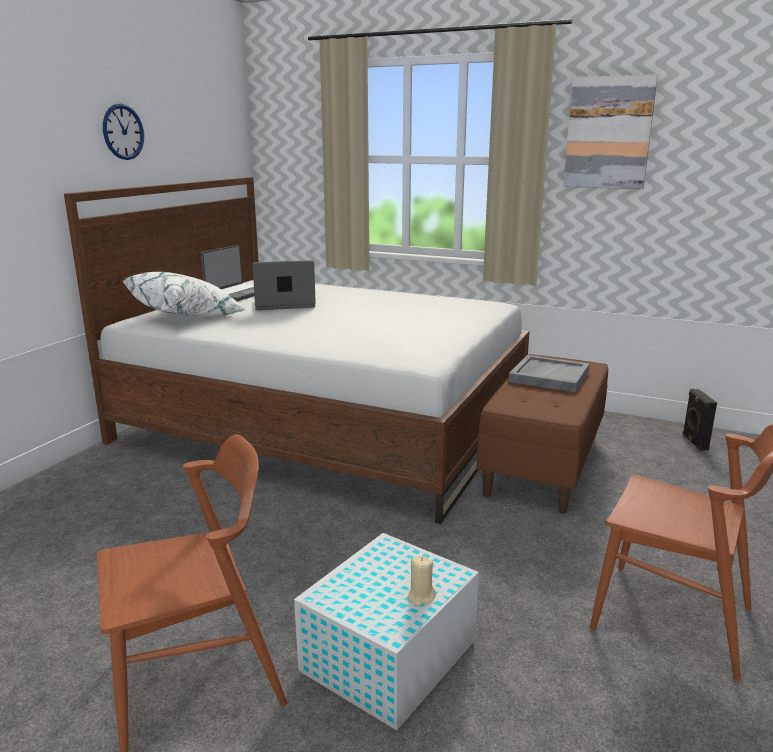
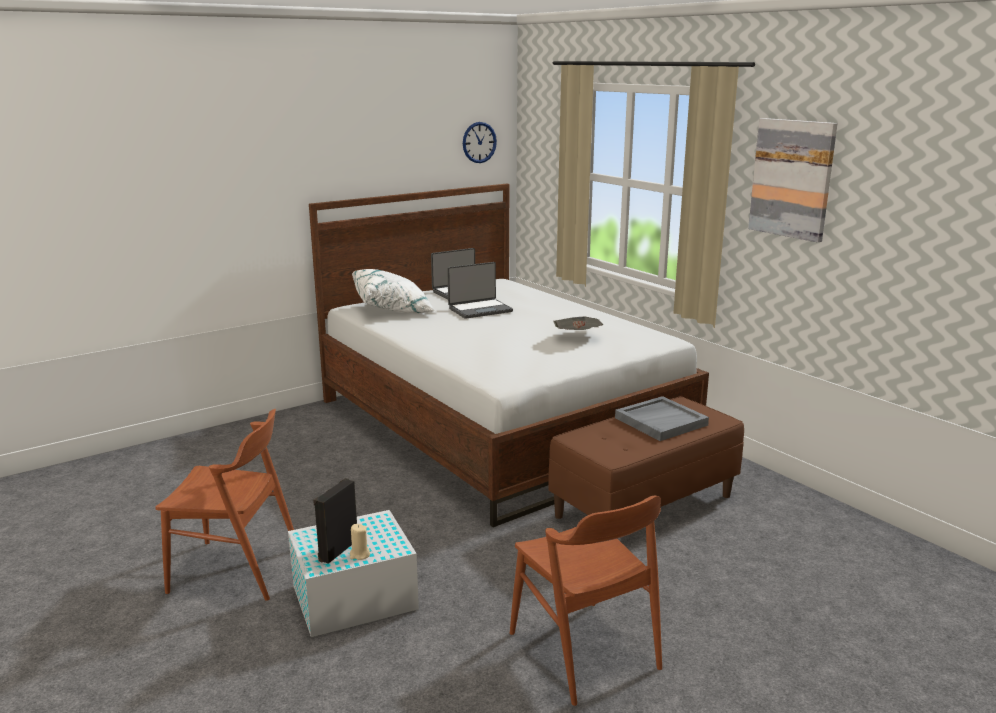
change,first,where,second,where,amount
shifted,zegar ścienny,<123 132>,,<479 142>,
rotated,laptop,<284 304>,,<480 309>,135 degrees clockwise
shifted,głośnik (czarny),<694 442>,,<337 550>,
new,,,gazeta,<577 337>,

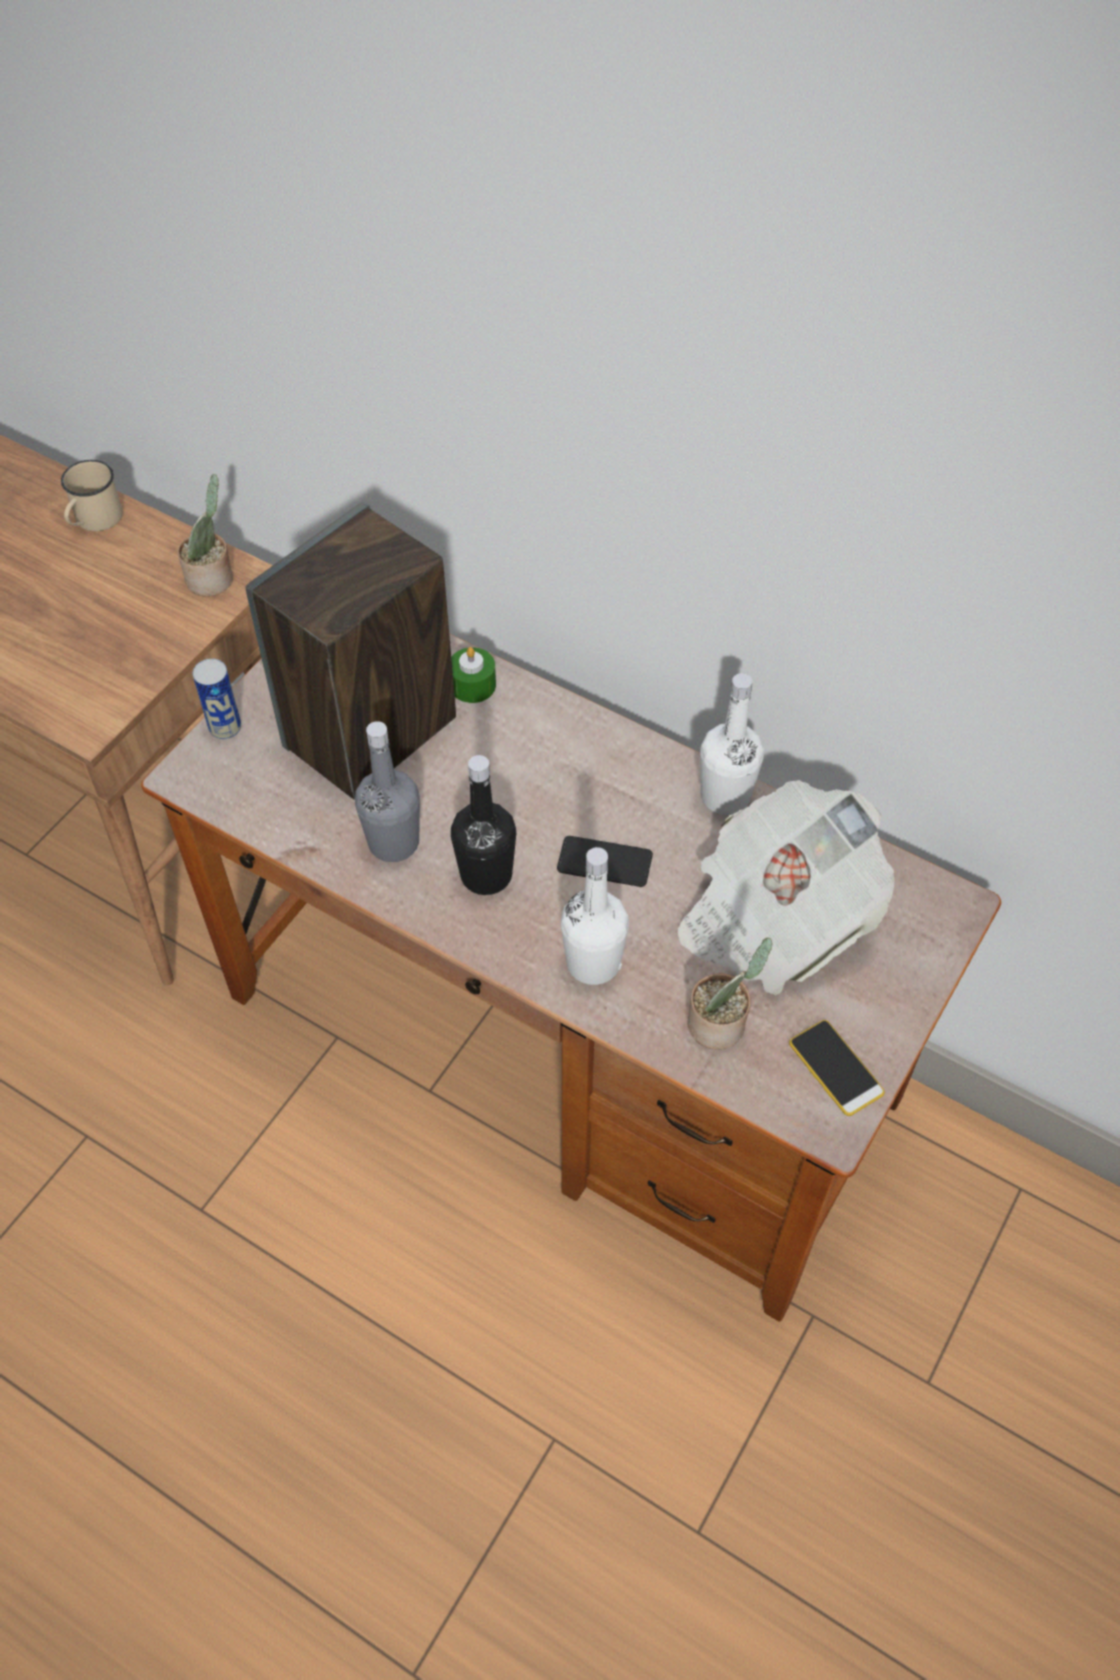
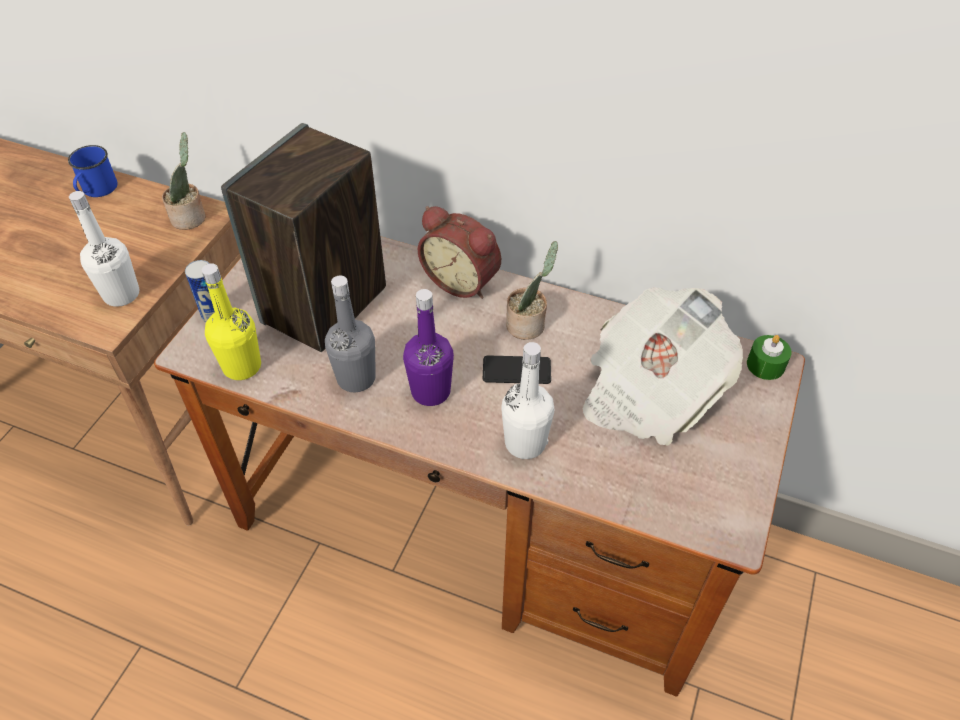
change,first,where,second,where,amount
repainted,kubek (beżowy),<94 521>,kubek (niebieski),<97 190>,
shifted,świeca (zielony),<473 685>,,<765 365>,
repainted,butelka (czarny),<486 875>,butelka (fioletowy),<430 391>,
shifted,roślina doniczkowa,<721 1024>,,<528 325>,
shifted,butelka (biały),<725 796>,,<121 294>,
gone,telefon,<835 1068>,,,
new,,,butelka (żółty),<242 366>,
new,,,budzik,<462 280>,

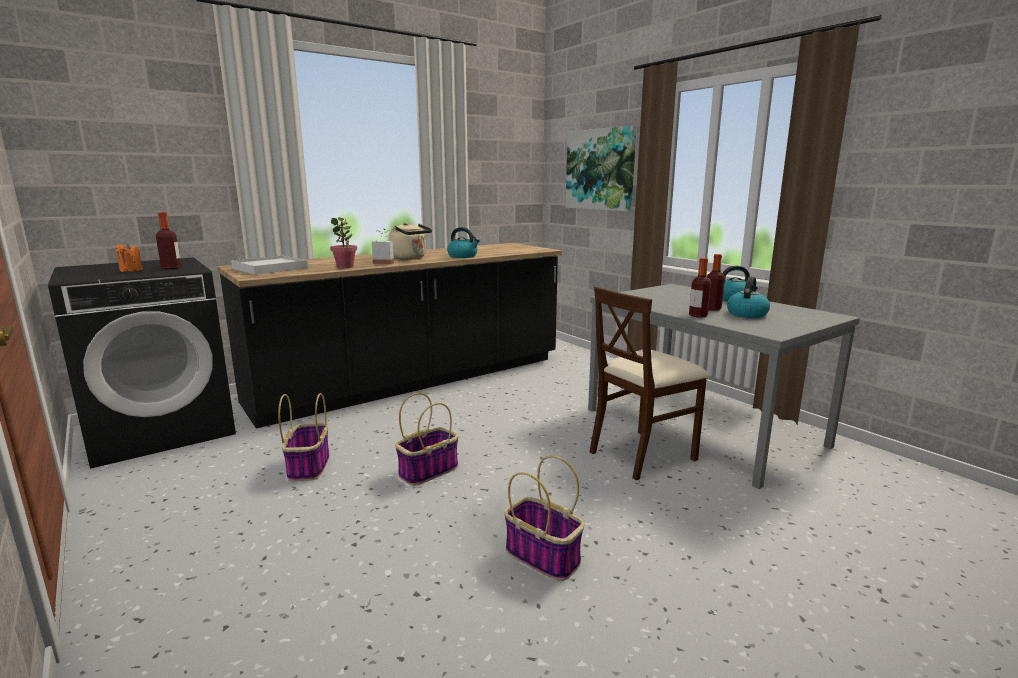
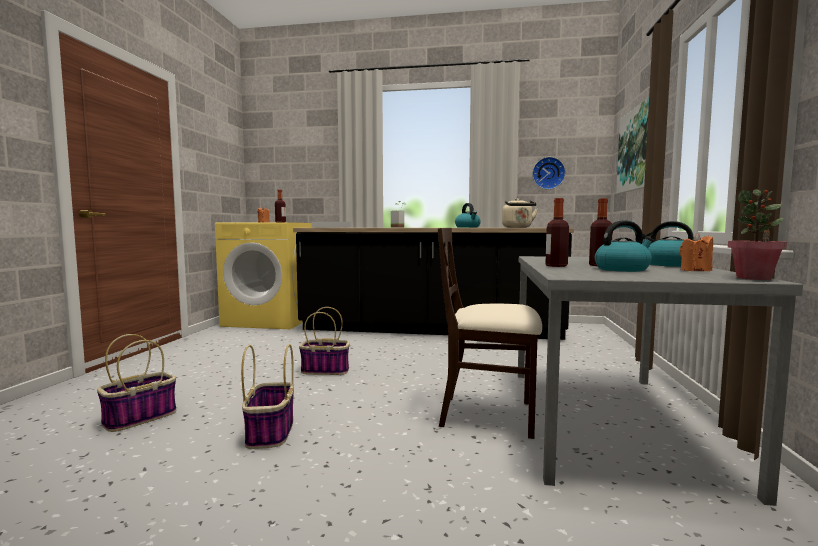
change,first,where,second,where,amount
repainted,pralka (czarny),<163 429>,pralka (żółty),<271 320>,
shifted,koszyk,<309 466>,,<140 417>,
shifted,roślina doniczkowa,<345 267>,,<754 278>,
shifted,czajnik (beżowy),<410 258>,,<518 227>,
new,,,zegar ścienny,<548 173>,
new,,,świeca (pomarańczowy),<695 270>,

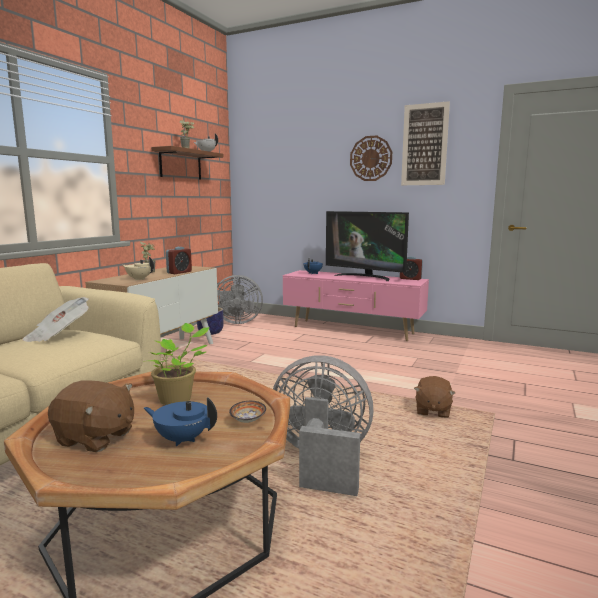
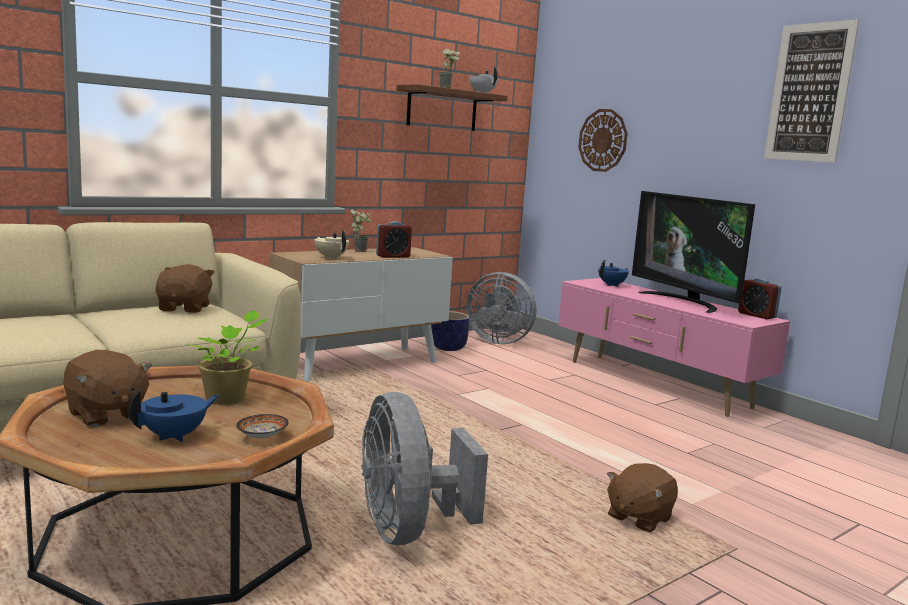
change,first,where,second,where,amount
swapped,gazeta,<58 336>,pluszak (brązowy),<185 308>,
rotated,imbryk (niebieski),<182 439>,,<175 436>,90 degrees clockwise
rotated,wentylator (szary),<321 460>,,<408 530>,150 degrees counterclockwise
shifted,zegar ścienny,<371 158>,,<603 140>,

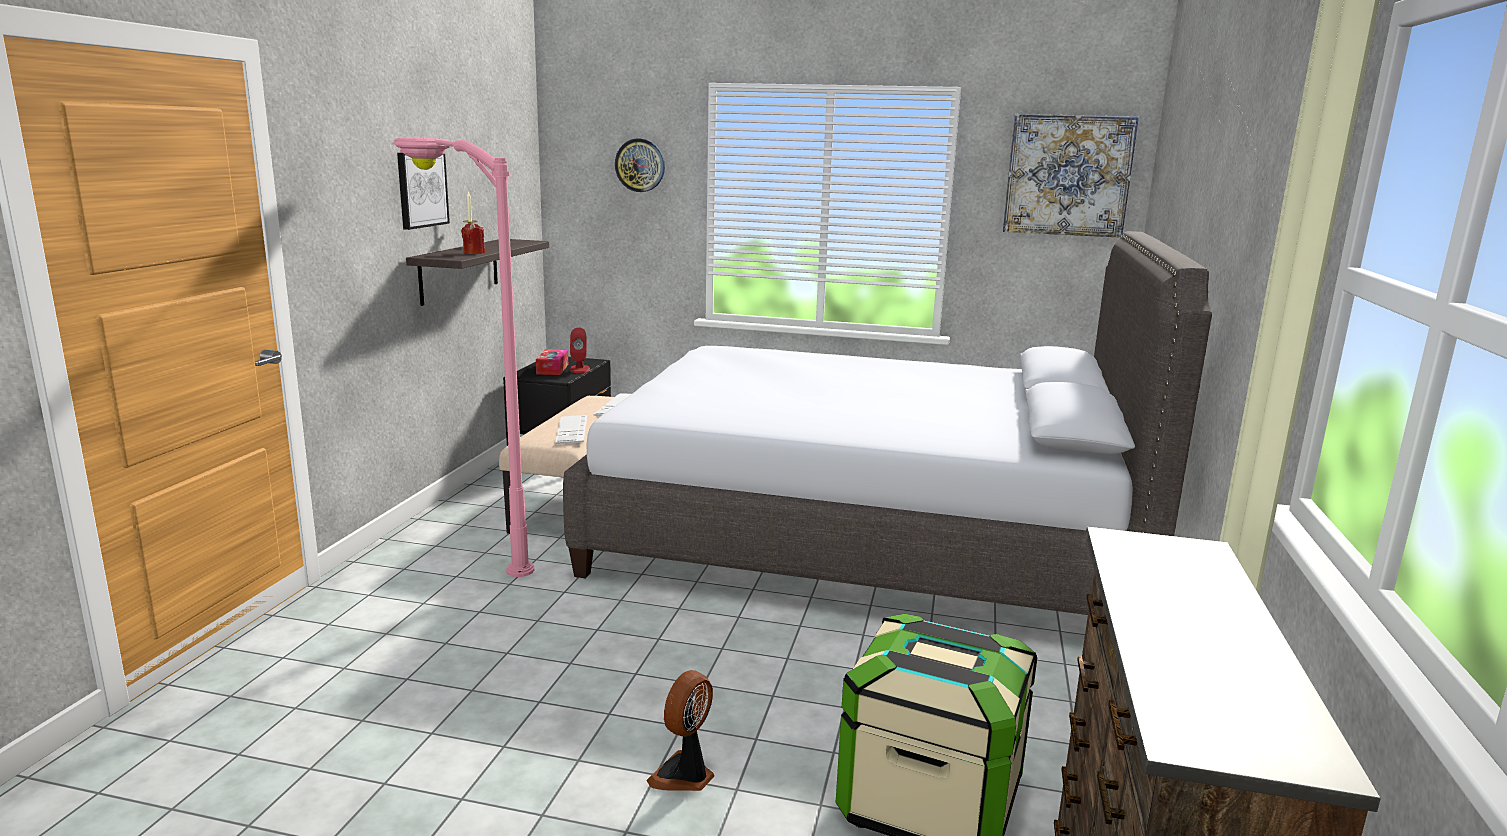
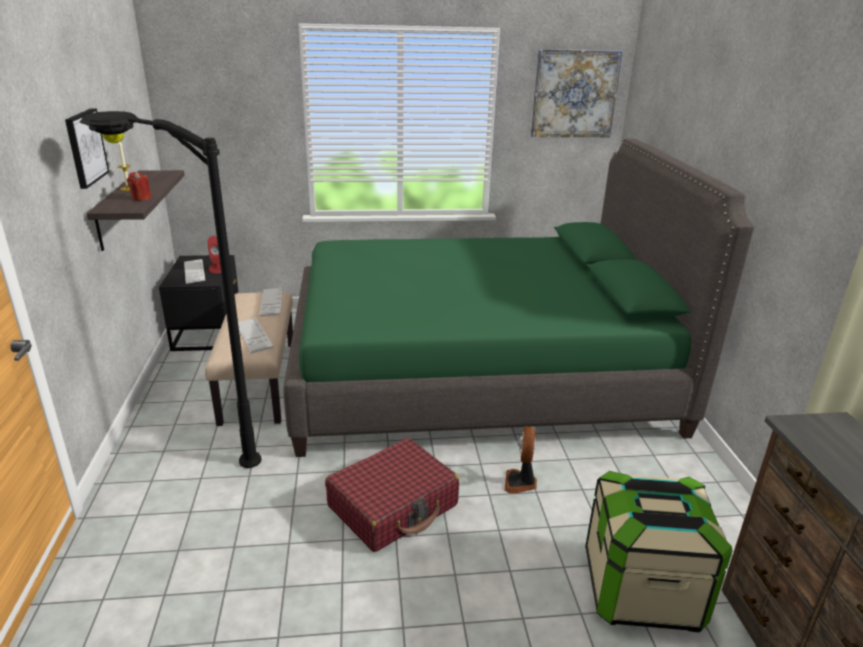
change,first,where,second,where,amount
repainted,lampa stojąca (różowy),<469 546>,lampa stojąca (czarny),<193 445>,
swapped,pudełko chusteczek,<552 369>,klawiatura,<194 272>,
repainted,łóżko (szary),<866 535>,łóżko (zielony),<477 373>,
gone,zegar ścienny,<640 165>,,,
shifted,wentylator,<684 775>,,<521 482>,
new,,,walizka (czerwony),<393 506>,

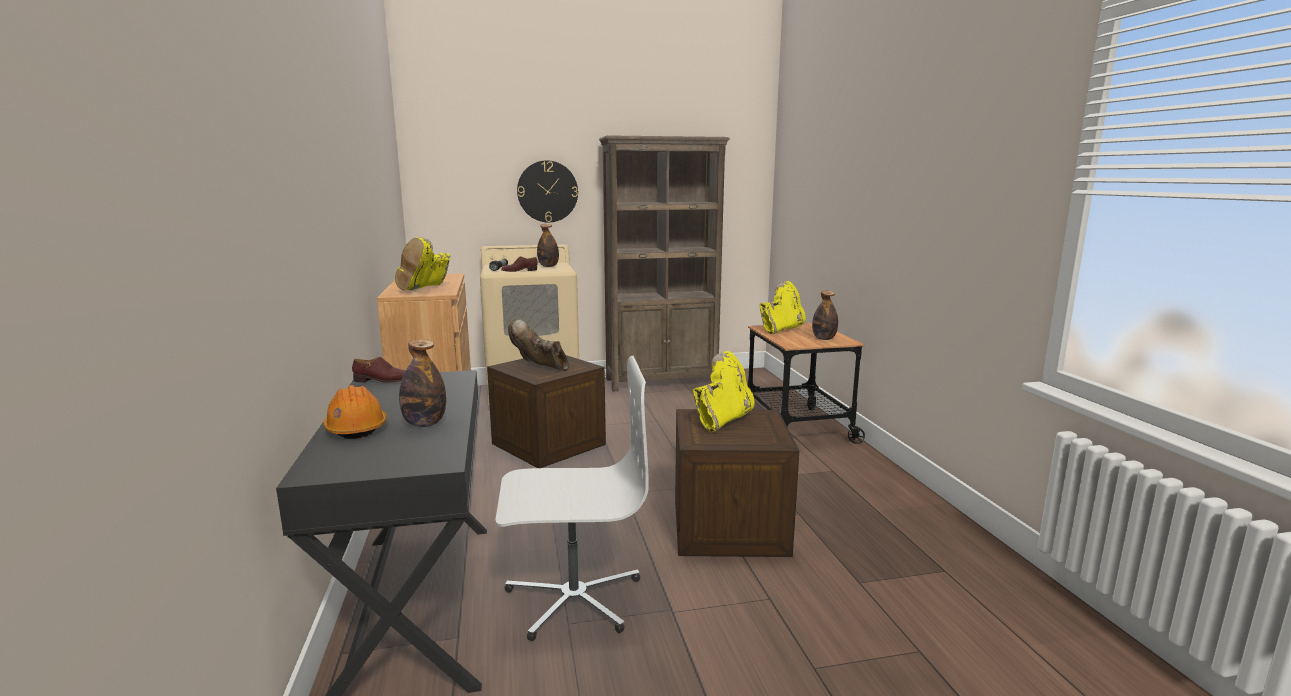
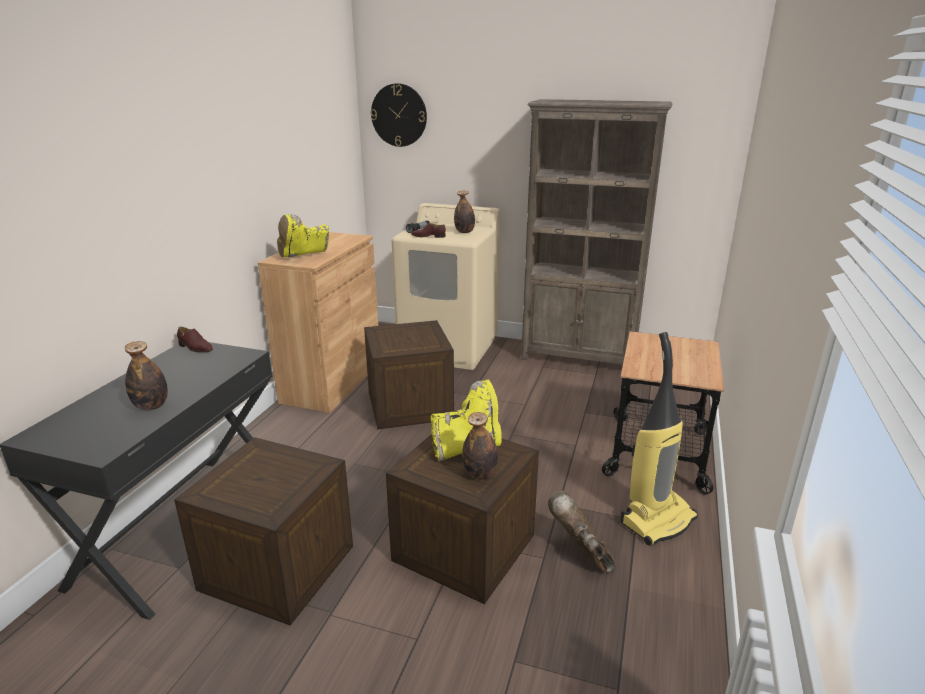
change,first,where,second,where,amount
gone,kask (pomarańczowy),<356 428>,,,
swapped,krzesło biurowe (biały),<573 598>,skrzynka,<277 567>,
shifted,but z cholewką (brązowy),<539 368>,,<580 553>,
shifted,zegar ścienny,<547 191>,,<399 115>,
gone,but z cholewką (żółty),<781 329>,,,
shifted,butelka,<824 338>,,<480 474>,
new,,,odkurzacz,<657 520>,

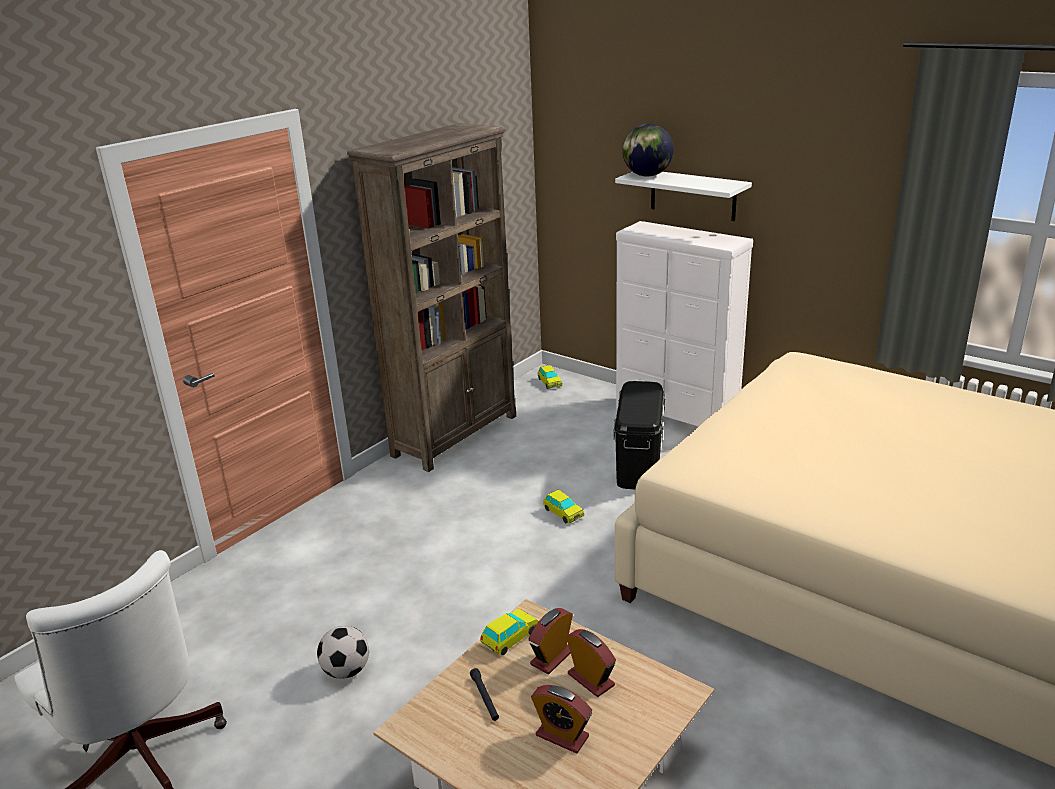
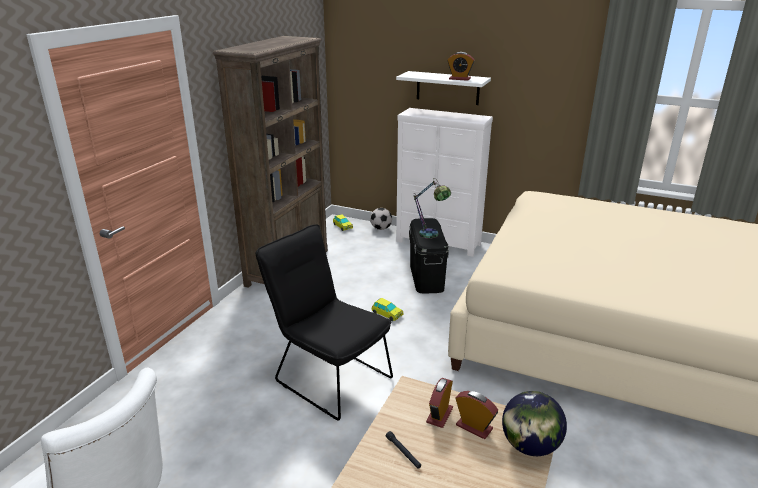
change,first,where,second,where,amount
shifted,piłka futbolowa,<346 671>,,<381 228>,
gone,samochodzik,<510 637>,,,
shifted,budzik,<562 736>,,<459 79>,
shifted,globus,<647 175>,,<530 446>,
new,,,krzesło (czarny),<328 376>,
new,,,lampa stołowa,<431 237>,

